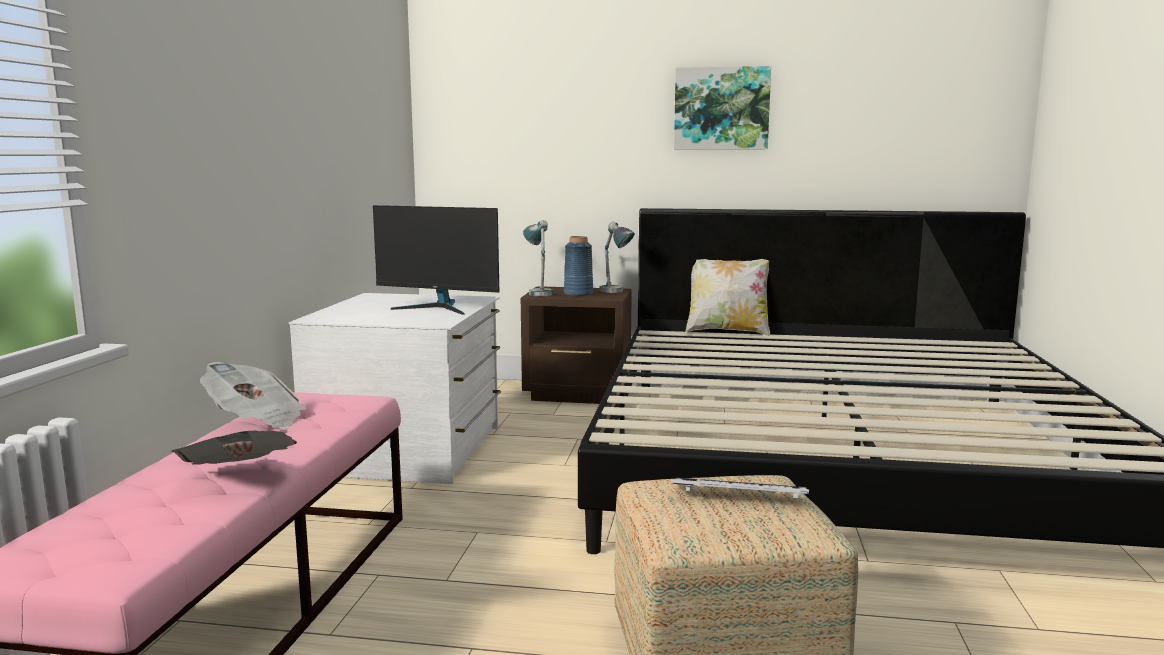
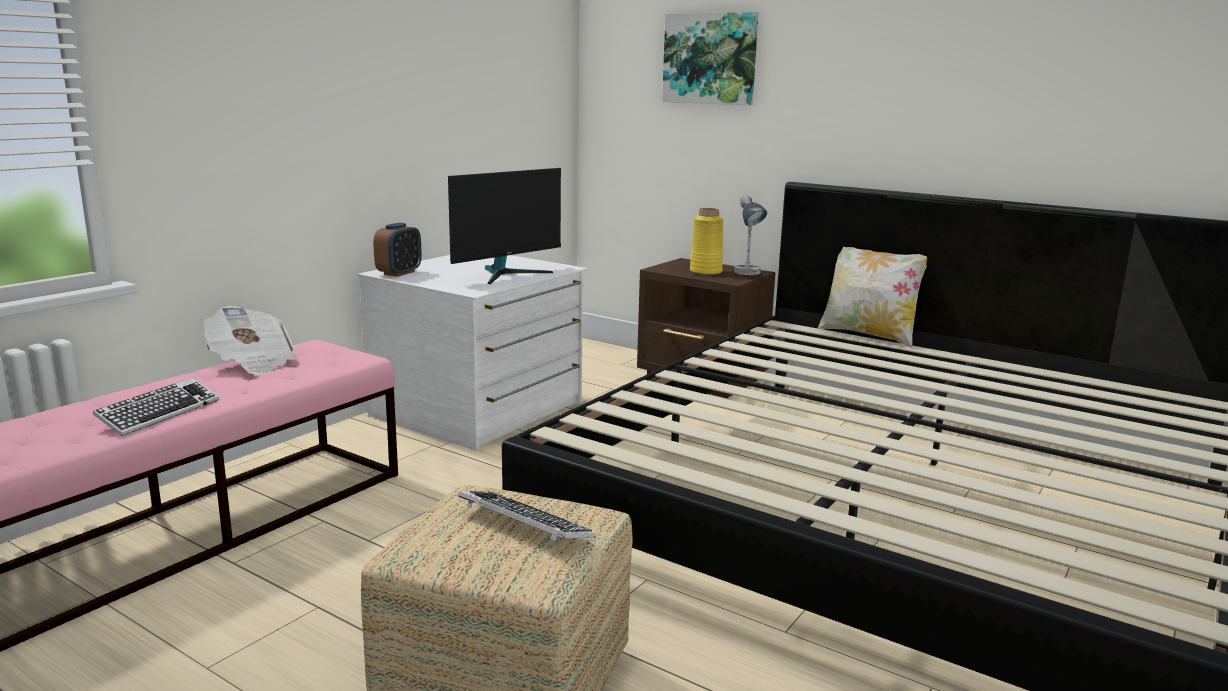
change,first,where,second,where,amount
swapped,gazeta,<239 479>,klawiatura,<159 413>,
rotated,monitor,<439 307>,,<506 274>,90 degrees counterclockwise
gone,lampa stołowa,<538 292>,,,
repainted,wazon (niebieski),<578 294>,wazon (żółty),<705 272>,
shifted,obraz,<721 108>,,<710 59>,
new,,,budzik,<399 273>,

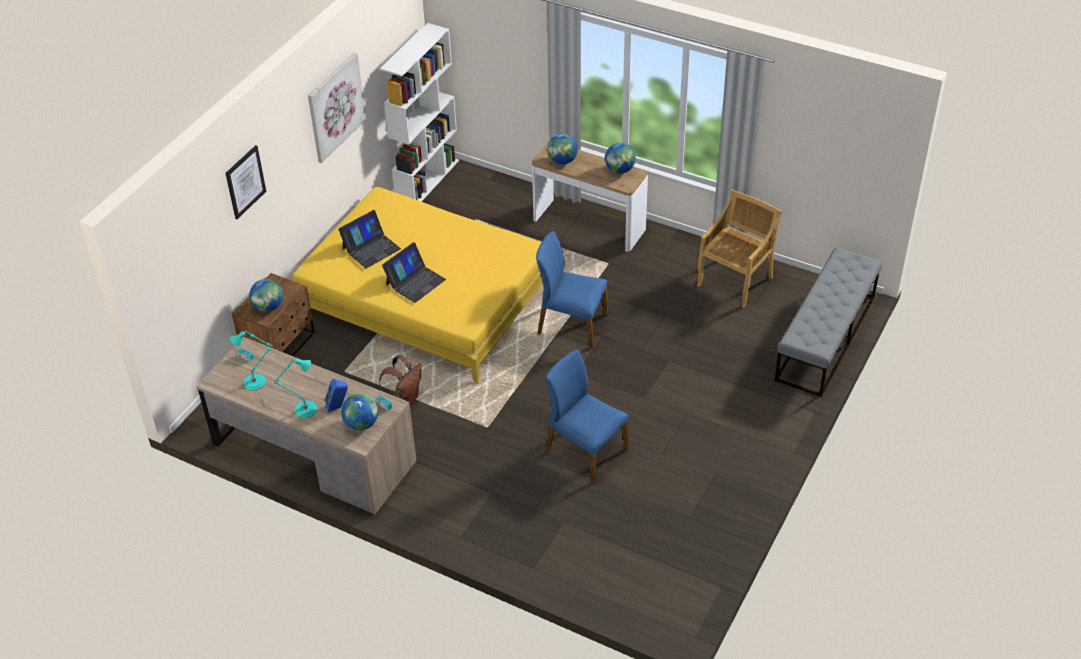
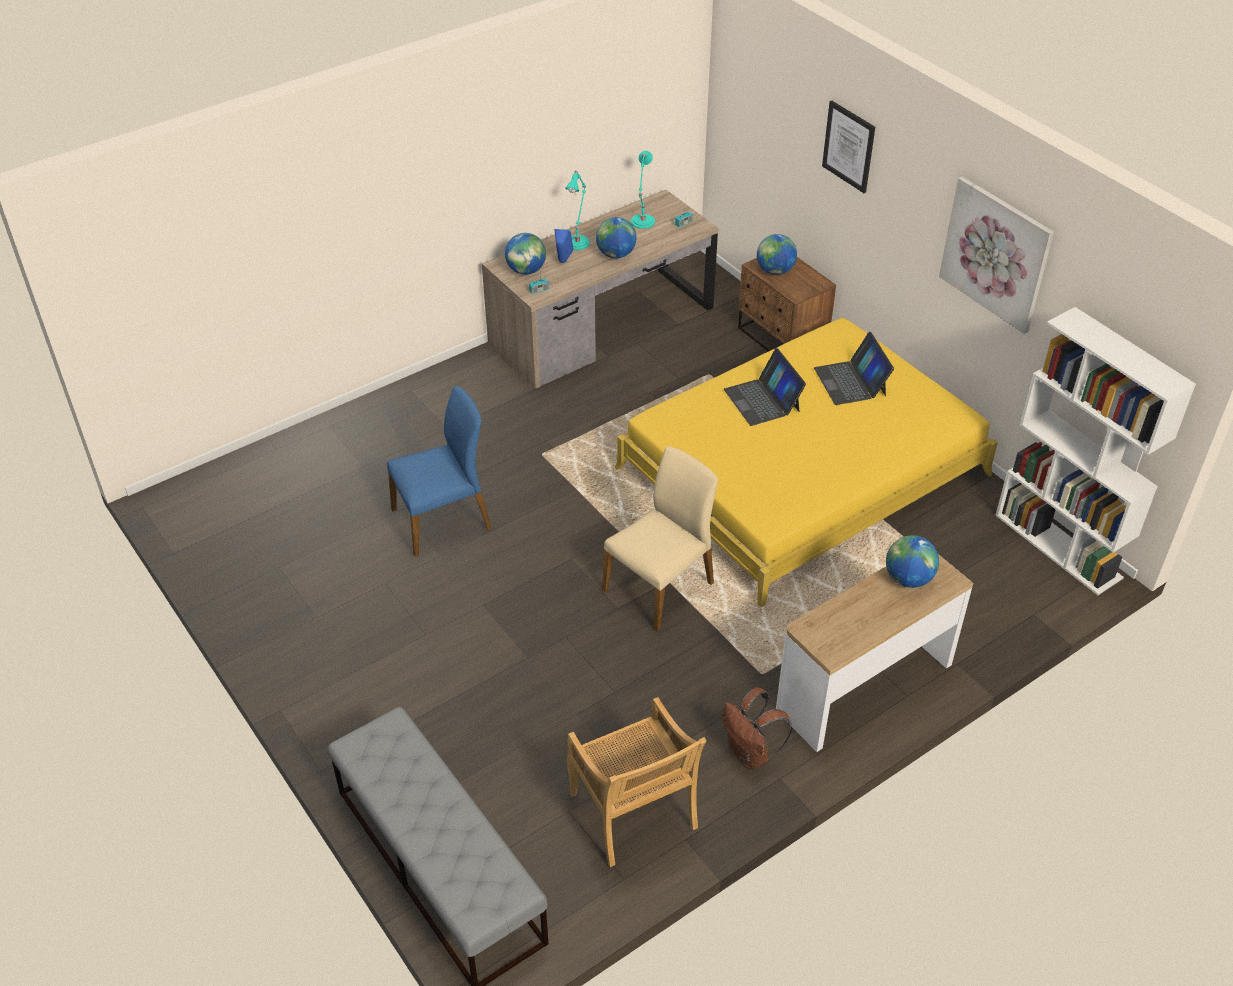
change,first,where,second,where,amount
shifted,plecak (brązowy),<405 399>,,<751 754>,
repainted,krzesło (niebieski),<571 325>,krzesło (beżowy),<660 586>,
shifted,globus,<620 170>,,<616 254>,

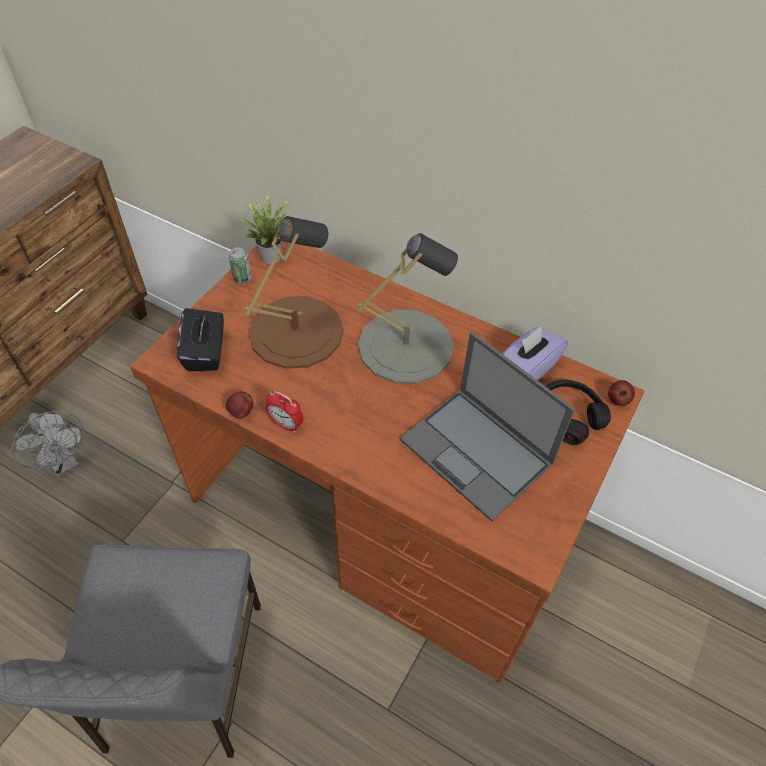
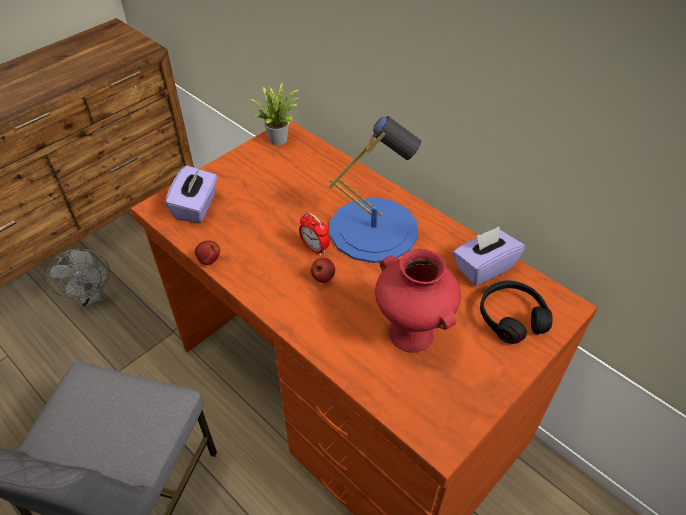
change,first,where,second,where,amount
repainted,pudełko chusteczek (czarny),<206 352>,pudełko chusteczek (fioletowy),<196 207>,
gone,puszka,<242 278>,,,
gone,lampa stołowa (brązowy),<296 331>,,,
shifted,budzik,<286 424>,,<314 248>,
repainted,lampa stołowa (szary),<406 346>,lampa stołowa (niebieski),<373 229>,
swapped,laptop,<477 453>,wazon (czerwony),<412 334>,
shifted,jabłko,<617 400>,,<323 277>,

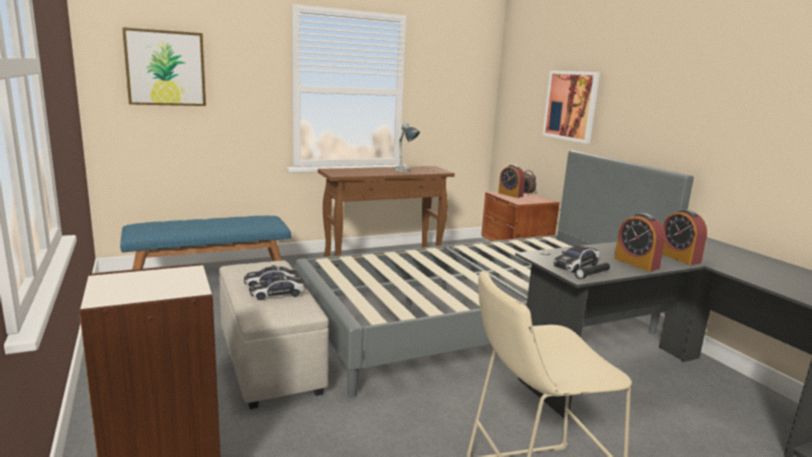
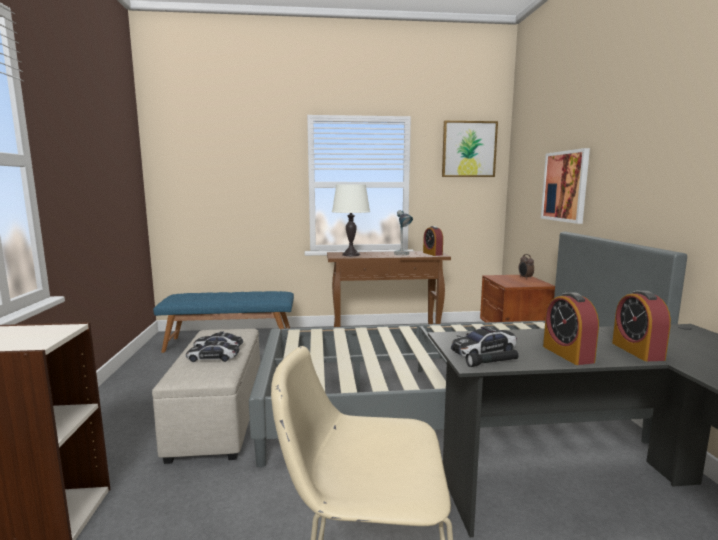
change,first,where,second,where,amount
shifted,obraz,<165 68>,,<469 149>,
shifted,budzik,<510 195>,,<432 254>,
new,,,lampa stołowa (biały),<351 254>,

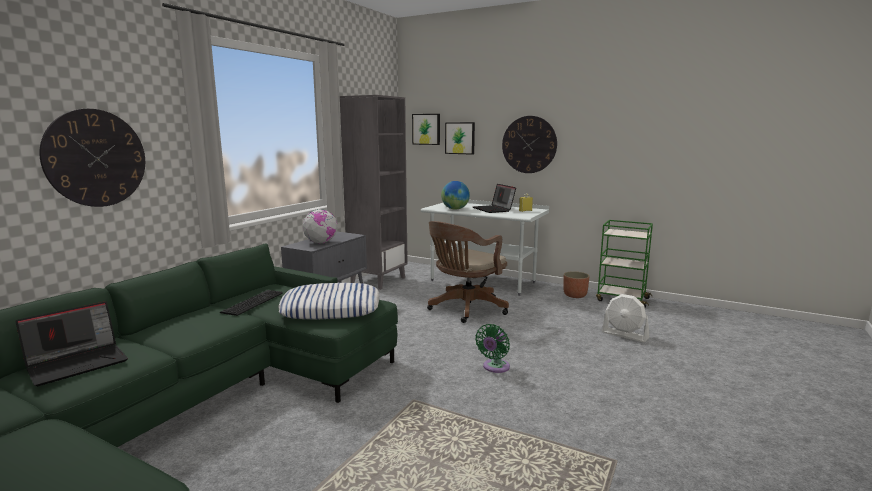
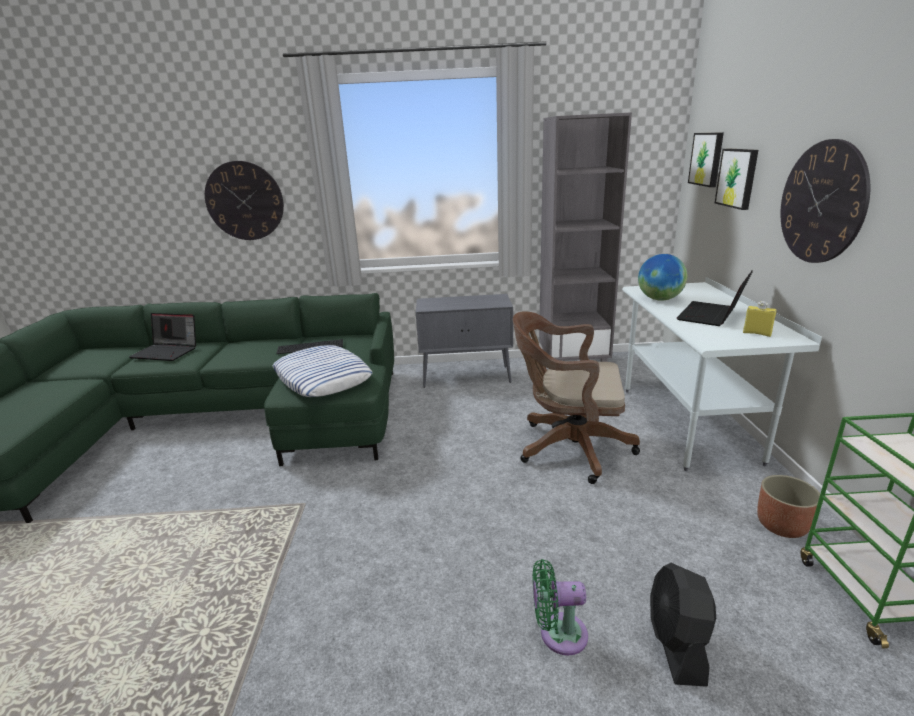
change,first,where,second,where,amount
gone,globus,<321 242>,,,
shifted,wentylator (zielony),<495 367>,,<558 634>,
repainted,wentylator (biały),<625 335>,wentylator (czarny),<677 644>,

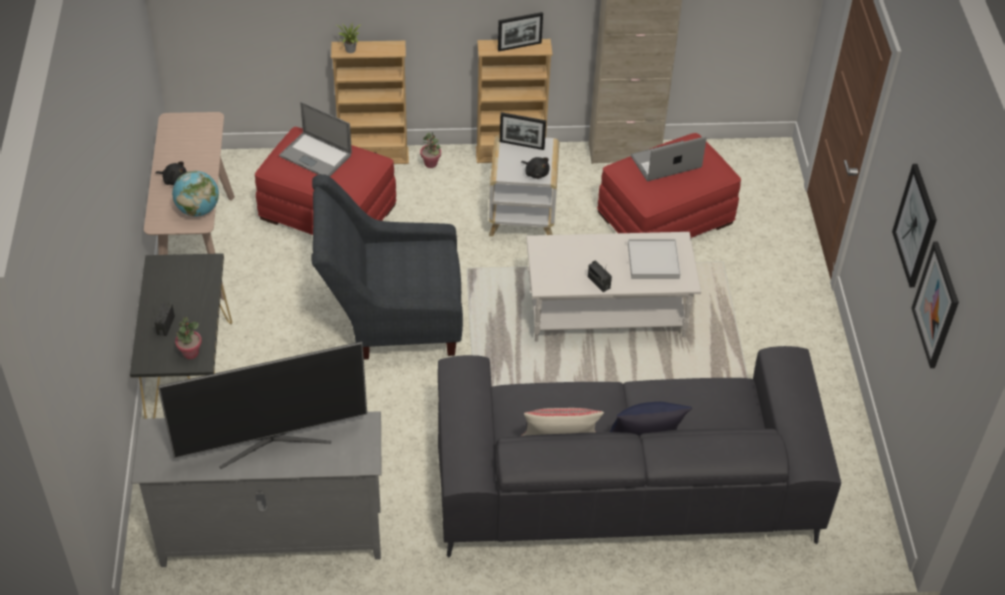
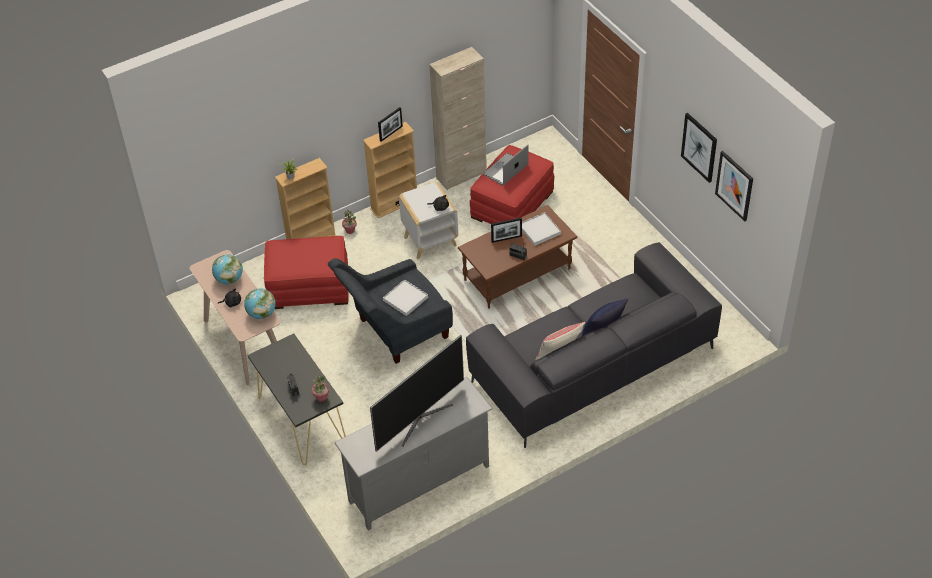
change,first,where,second,where,amount
gone,laptop,<315 155>,,,
shifted,ramka na zdjęcie,<522 145>,,<506 239>,
repainted,ława (biały),<606 314>,ława (brązowy),<517 275>,
new,,,globus,<229 279>,
new,,,taca (biały),<405 299>,

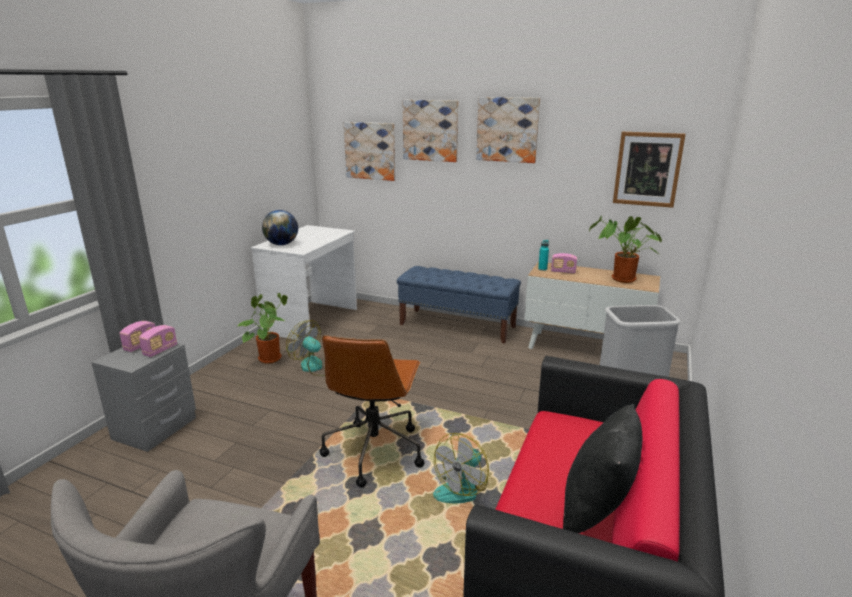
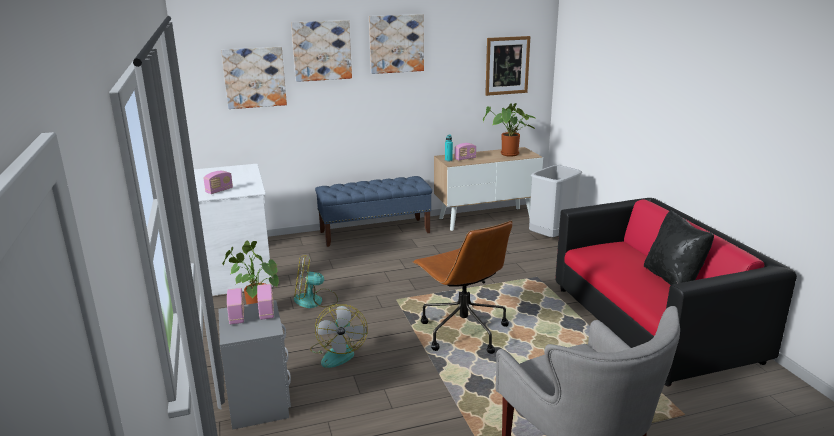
change,first,where,second,where,amount
swapped,globus,<282 244>,radio,<219 191>,
shifted,wentylator,<462 488>,,<338 352>,

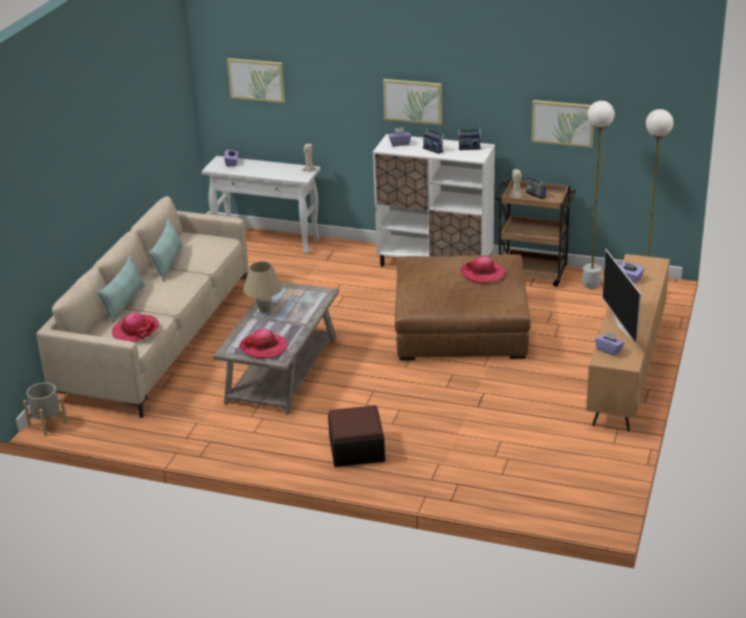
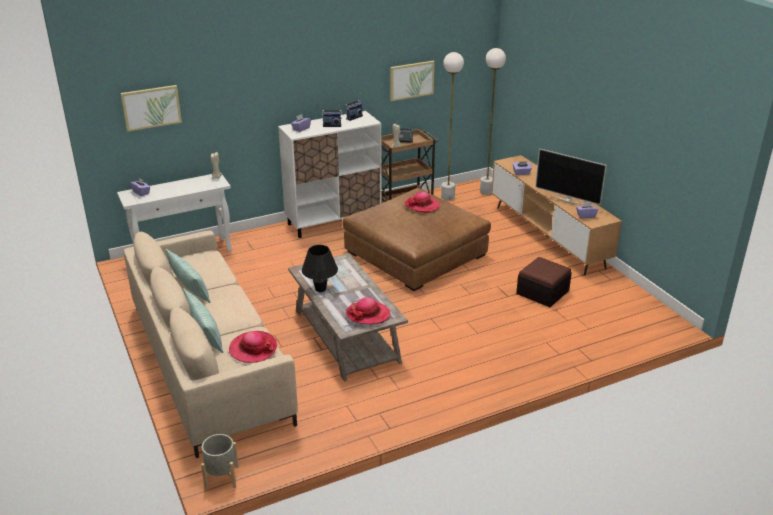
change,first,where,second,where,amount
repainted,lampa stołowa (beżowy),<264 309>,lampa stołowa (czarny),<320 289>,
shifted,pufa,<356 449>,,<542 292>,
gone,obraz,<413 101>,,,

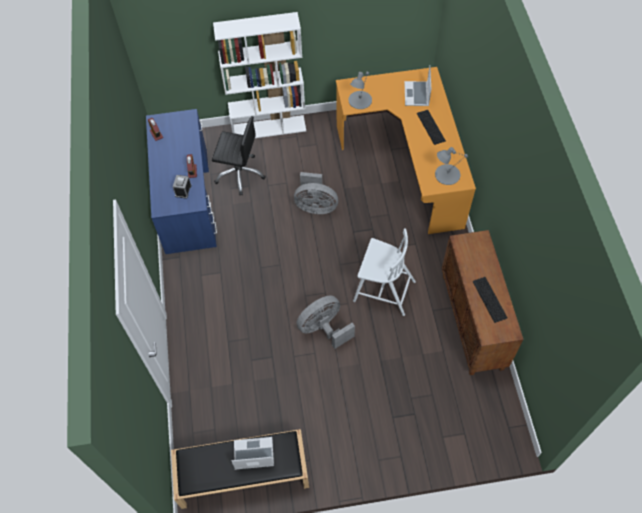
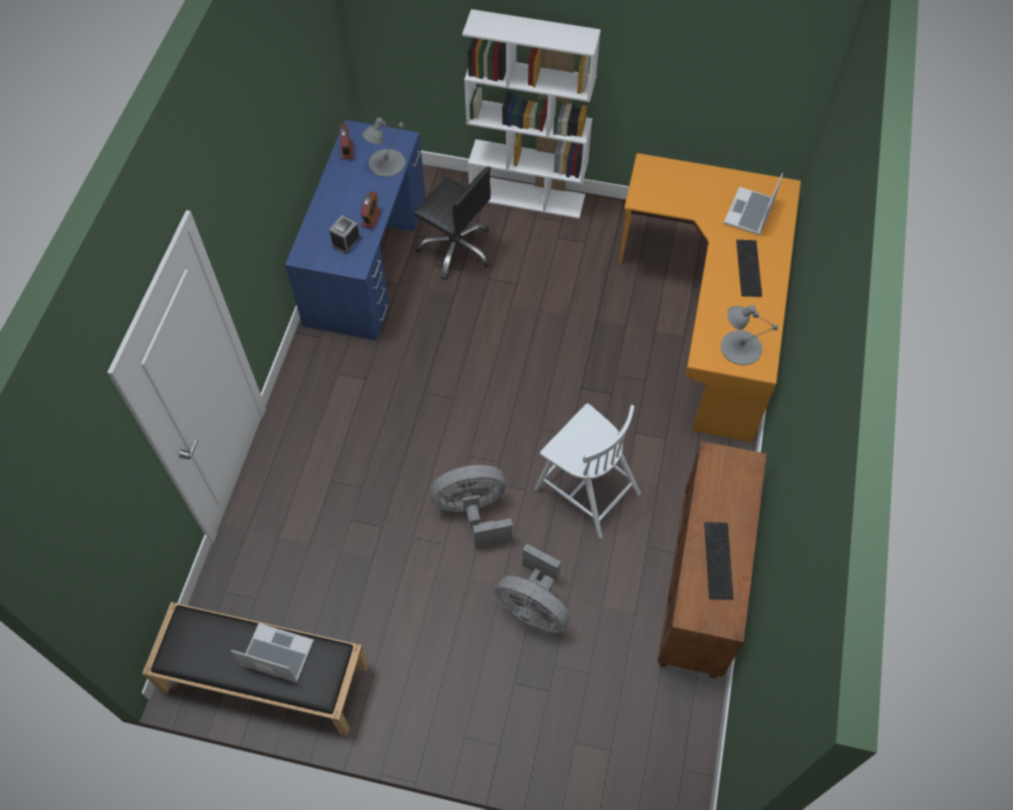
change,first,where,second,where,amount
shifted,wentylator (szary),<315 206>,,<534 608>,
shifted,lampa stołowa (szary),<359 100>,,<386 163>,

